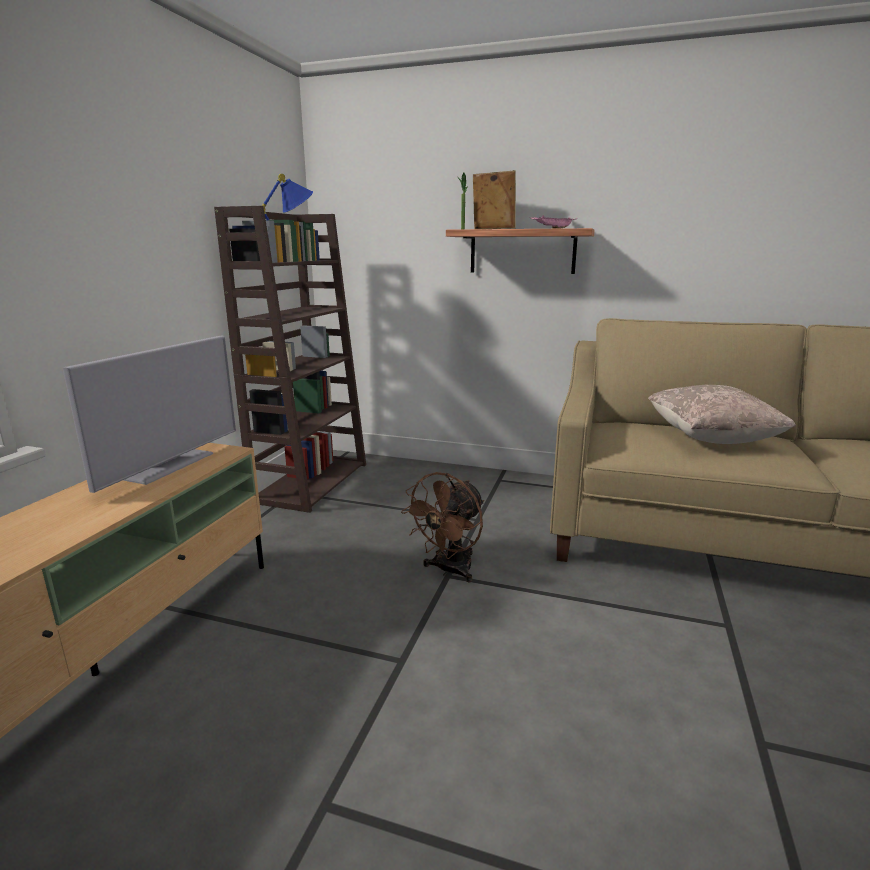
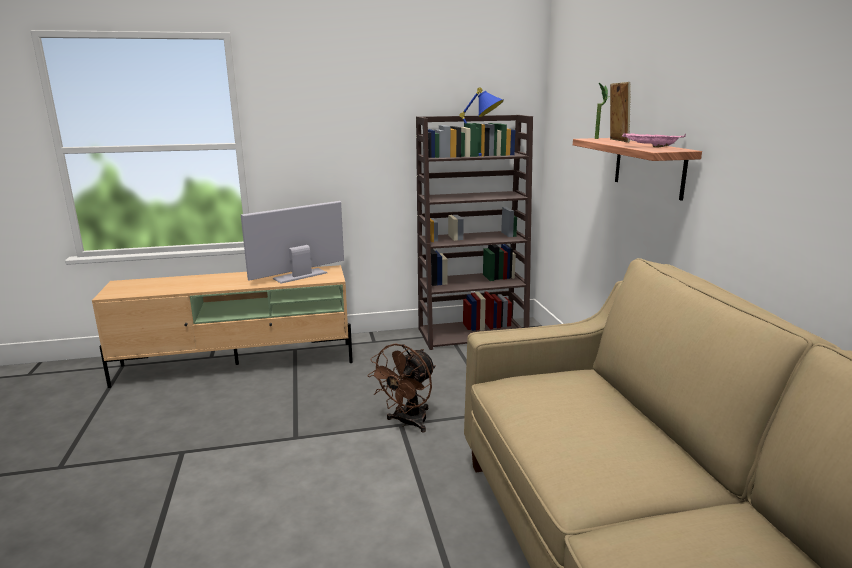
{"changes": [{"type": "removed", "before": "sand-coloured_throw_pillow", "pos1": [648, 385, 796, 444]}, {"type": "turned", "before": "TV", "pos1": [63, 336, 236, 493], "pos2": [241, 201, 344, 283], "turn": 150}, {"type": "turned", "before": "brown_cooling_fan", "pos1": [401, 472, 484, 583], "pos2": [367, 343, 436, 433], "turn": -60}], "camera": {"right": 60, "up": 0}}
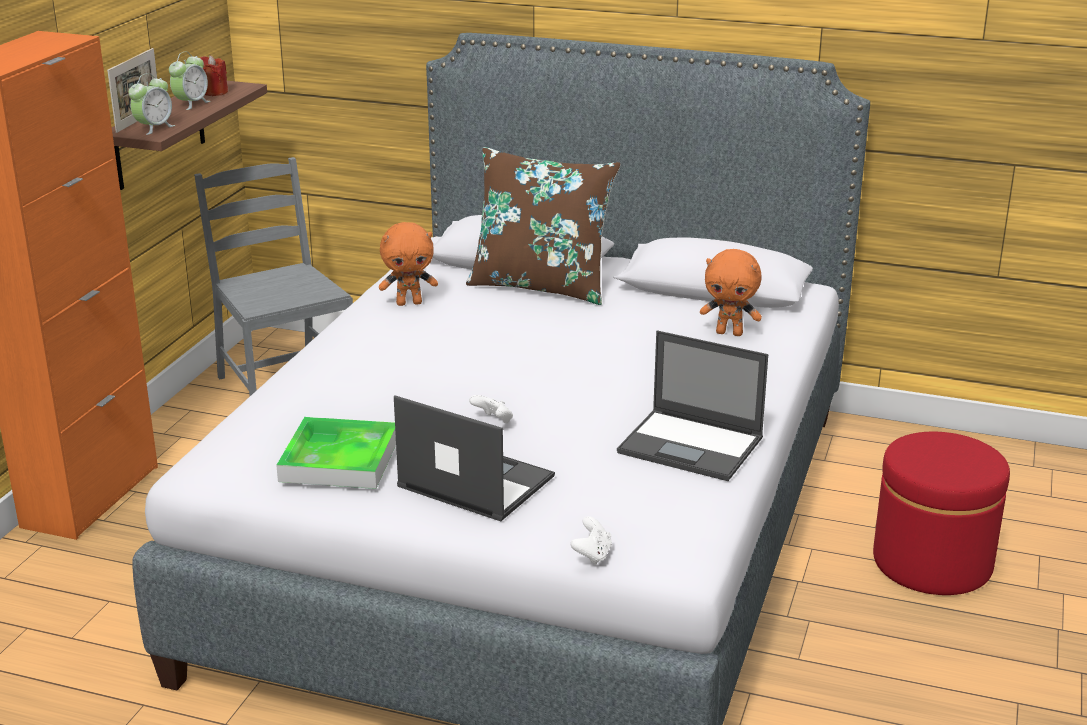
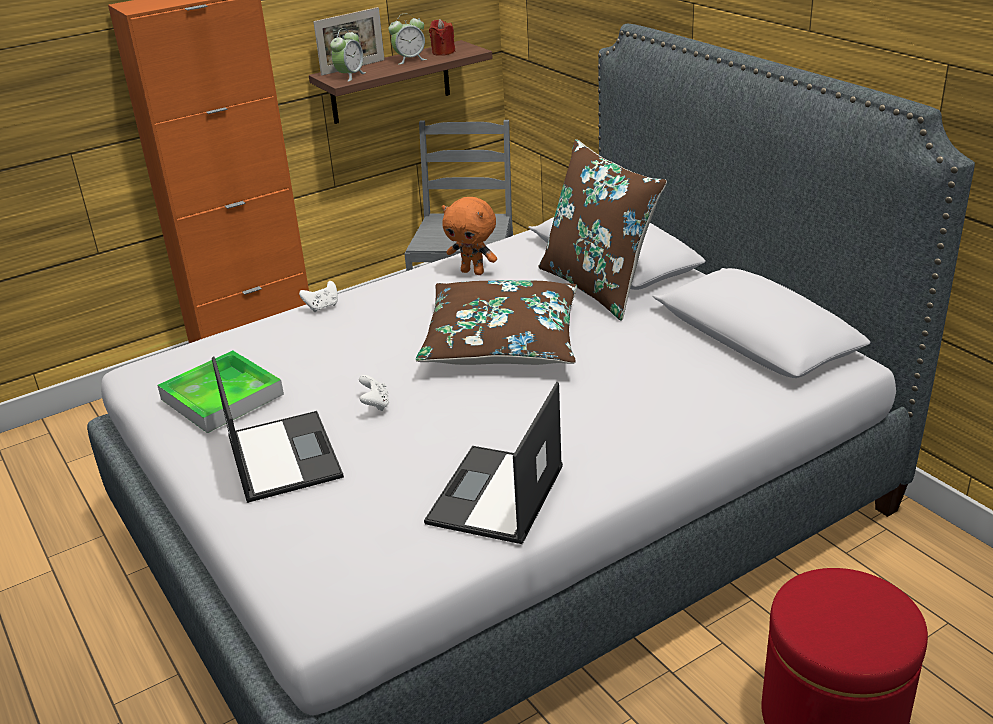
{"changes": [{"type": "removed", "before": "orangey_soft_toy", "pos1": [700, 249, 762, 336]}, {"type": "added", "after": "brown_throw_pillow", "pos2": [416, 280, 578, 365]}, {"type": "moved", "before": "whitish_game_controller", "pos1": [570, 516, 612, 565], "pos2": [299, 281, 338, 312]}, {"type": "turned", "before": "table_clock", "pos1": [128, 73, 175, 135], "pos2": [330, 28, 366, 82], "turn": -45}, {"type": "turned", "before": "portable_computer", "pos1": [617, 331, 768, 481], "pos2": [424, 382, 563, 544], "turn": 45}], "camera": {"right": 40, "up": 5}}
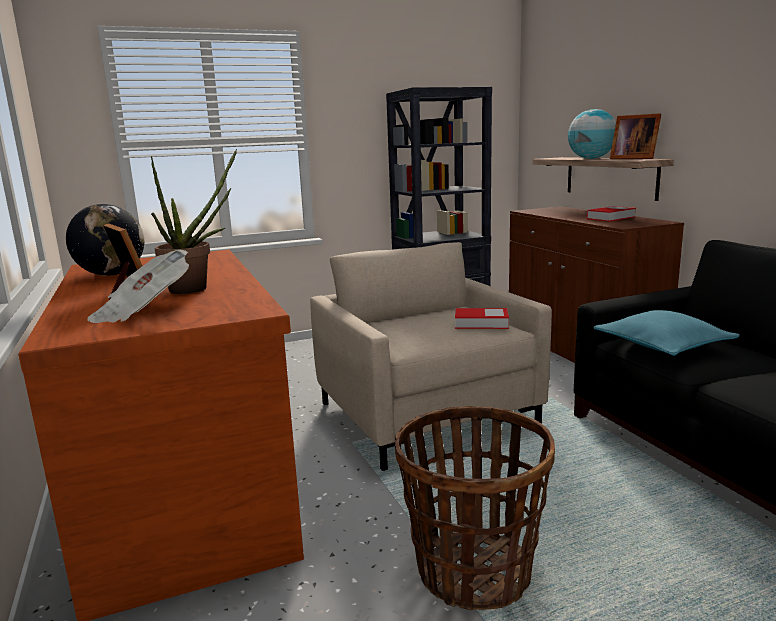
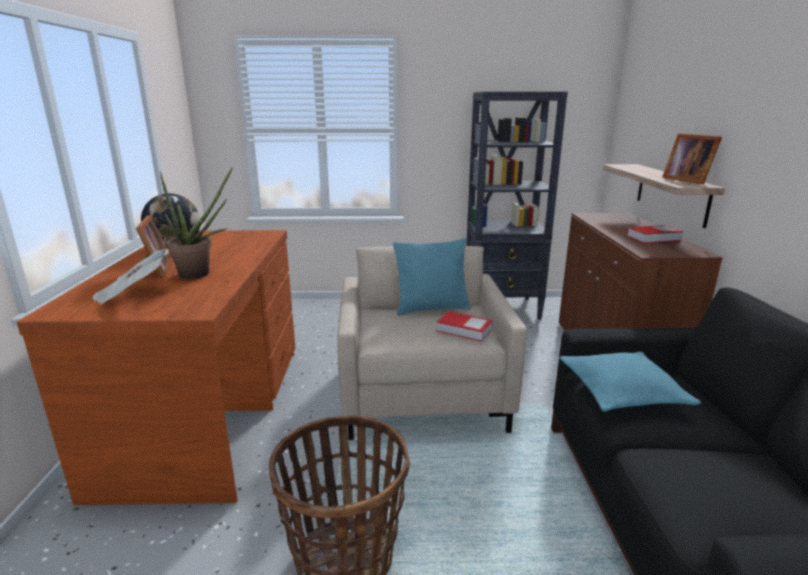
{"changes": [{"type": "removed", "before": "globe", "pos1": [568, 109, 616, 159]}, {"type": "added", "after": "turquoise_throw_pillow", "pos2": [393, 238, 471, 315]}], "camera": {"right": 20, "up": 5}}
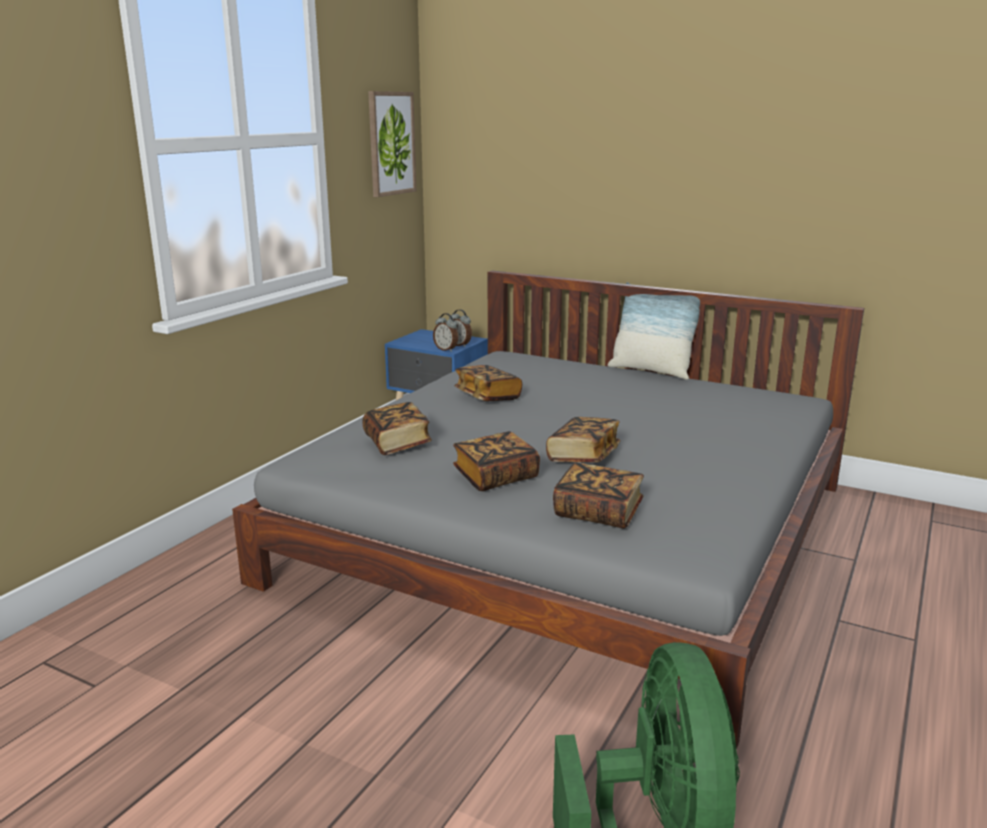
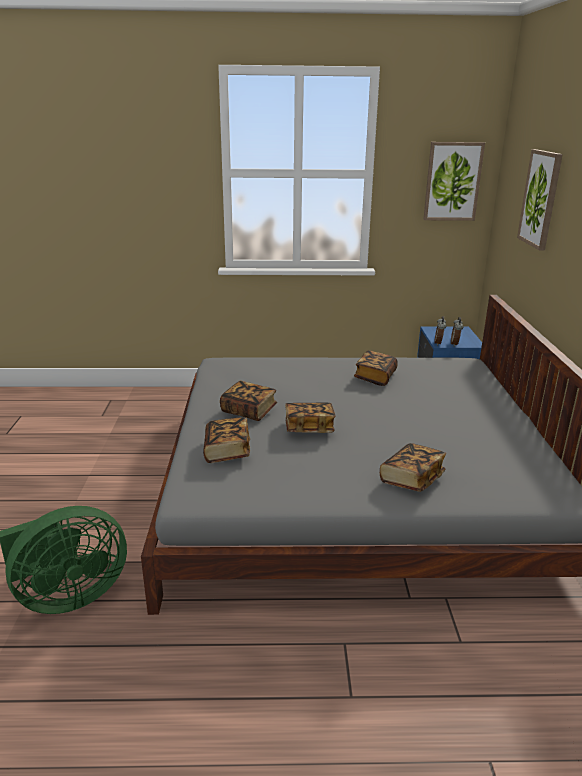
{"changes": [{"type": "removed", "before": "throw_pillow", "pos1": [608, 282, 700, 380]}, {"type": "added", "after": "wall_art", "pos2": [517, 149, 563, 251]}, {"type": "moved", "before": "volume", "pos1": [362, 402, 432, 455], "pos2": [380, 443, 446, 492]}], "camera": {"right": 60, "up": 5}}
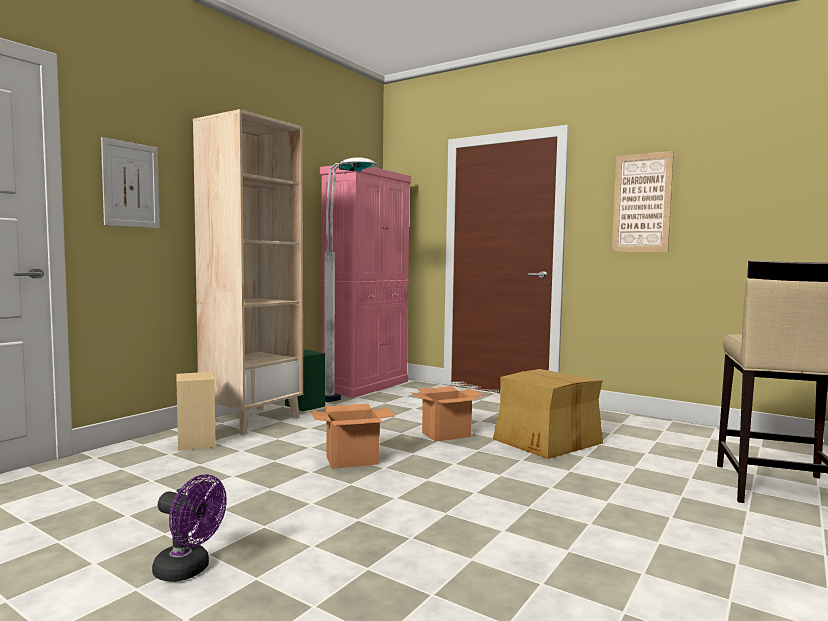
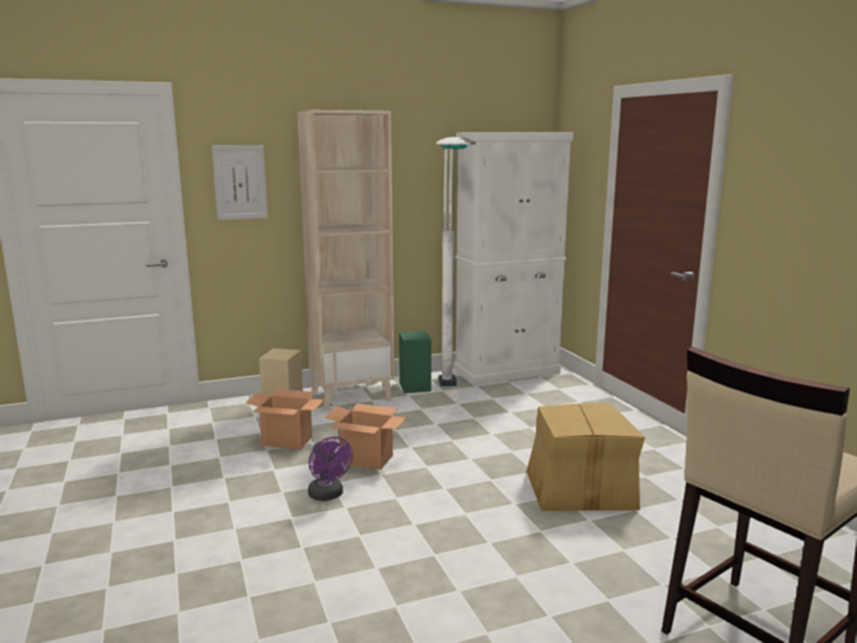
{"changes": [{"type": "removed", "before": "wall_art", "pos1": [612, 151, 674, 252]}, {"type": "moved", "before": "purplish_cooling_fan", "pos1": [152, 474, 227, 582], "pos2": [308, 437, 353, 501]}, {"type": "moved", "before": "packing_box", "pos1": [410, 386, 484, 442], "pos2": [245, 389, 324, 449]}, {"type": "recoloured", "before": "pinkish_storage_cabinet", "after": "whitish_storage_cabinet", "pos1": [320, 165, 411, 398], "pos2": [454, 132, 573, 385]}], "camera": {"right": 35, "up": 10}}
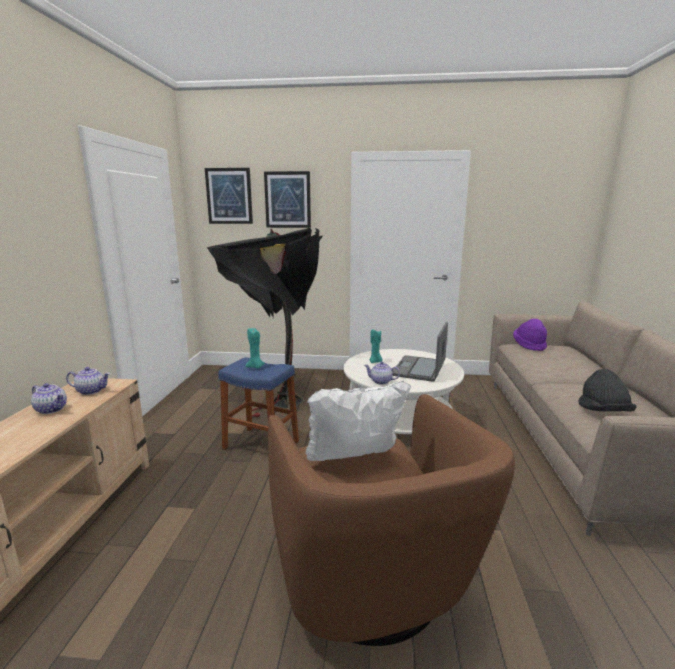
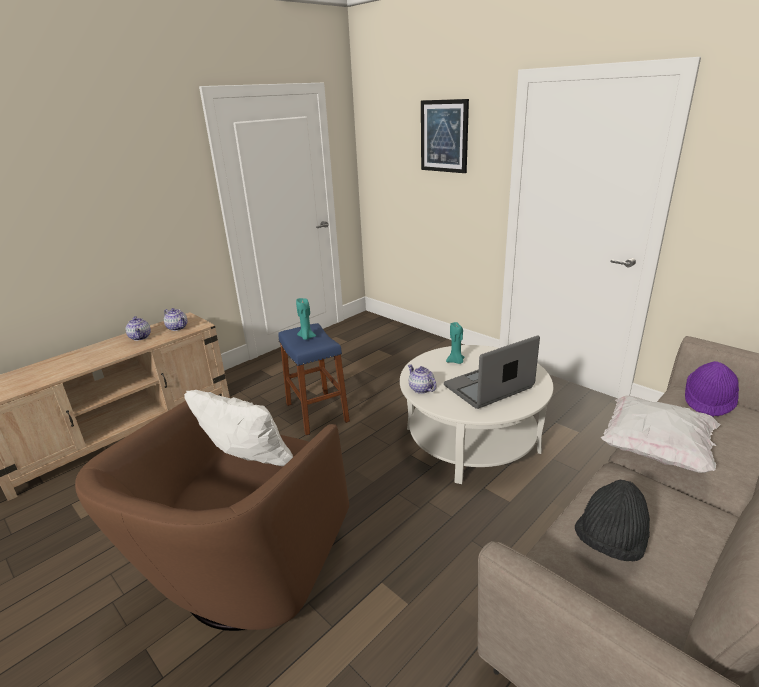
{"changes": [{"type": "removed", "before": "wall_art", "pos1": [205, 168, 253, 224]}, {"type": "removed", "before": "black-coloured_standard_lamp", "pos1": [207, 228, 323, 417]}, {"type": "added", "after": "whitish_throw_pillow", "pos2": [601, 395, 721, 473]}], "camera": {"right": 40, "up": 10}}
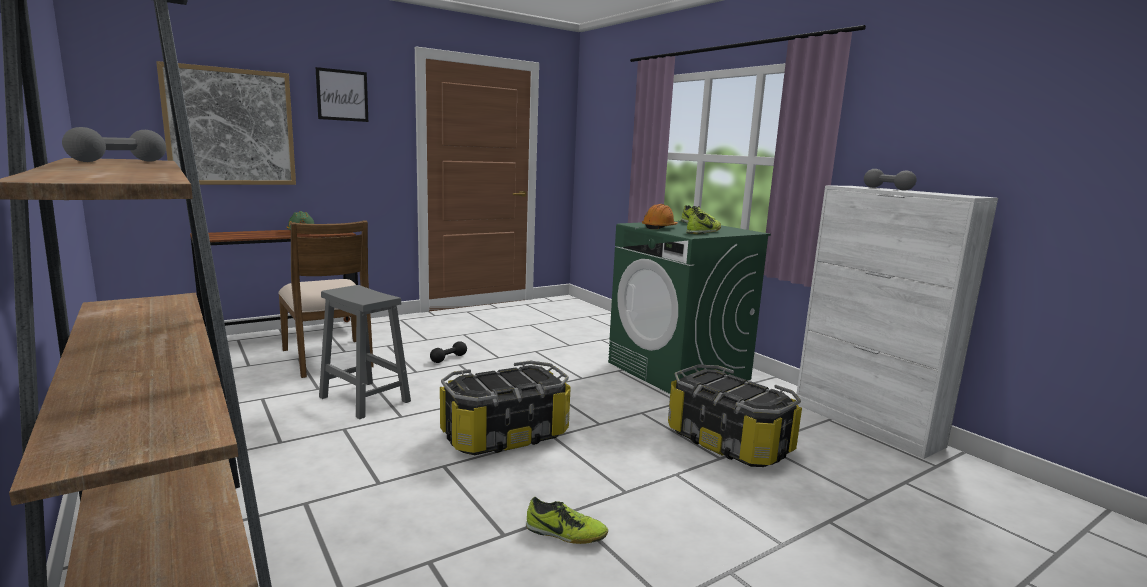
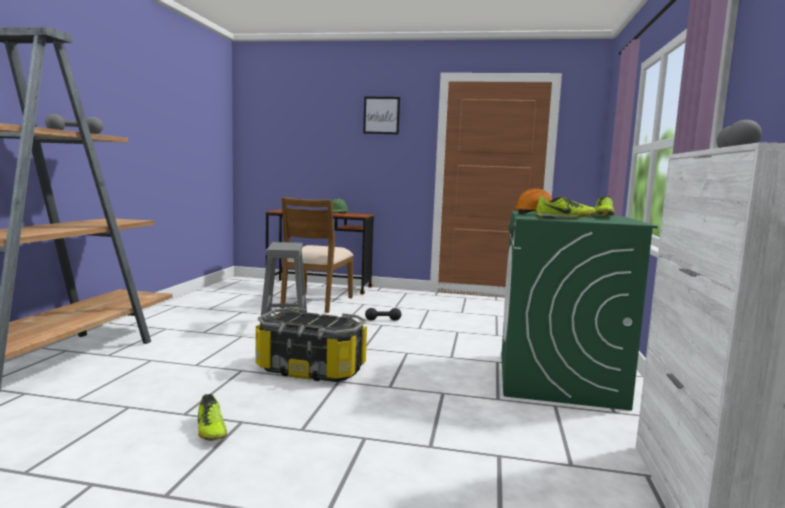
{"changes": [{"type": "removed", "before": "wall_art", "pos1": [156, 61, 296, 185]}, {"type": "removed", "before": "storage_container", "pos1": [668, 364, 802, 467]}], "camera": {"right": 45, "up": -5}}
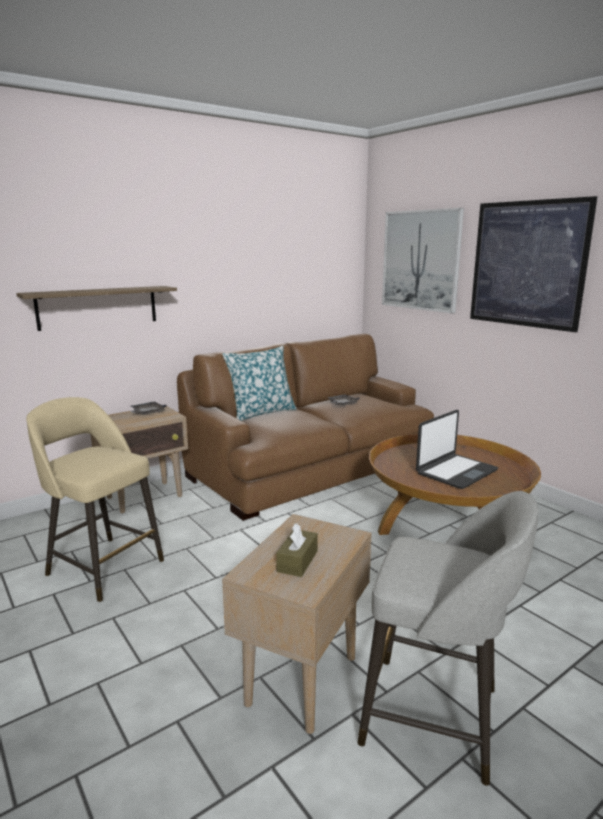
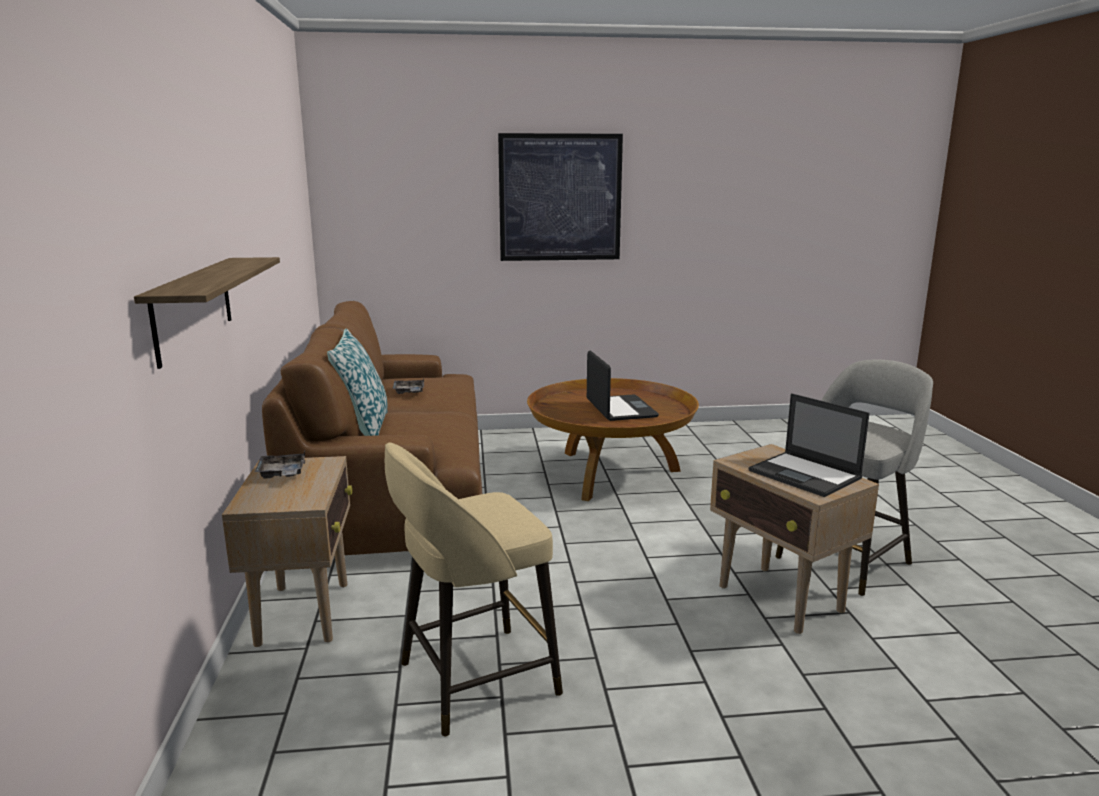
{"changes": [{"type": "removed", "before": "wall_art", "pos1": [382, 208, 464, 314]}, {"type": "replaced", "before": "brown_box_of_tissues", "after": "portable_computer", "pos1": [276, 523, 318, 577], "pos2": [749, 393, 870, 497]}], "camera": {"right": -60, "up": 0}}
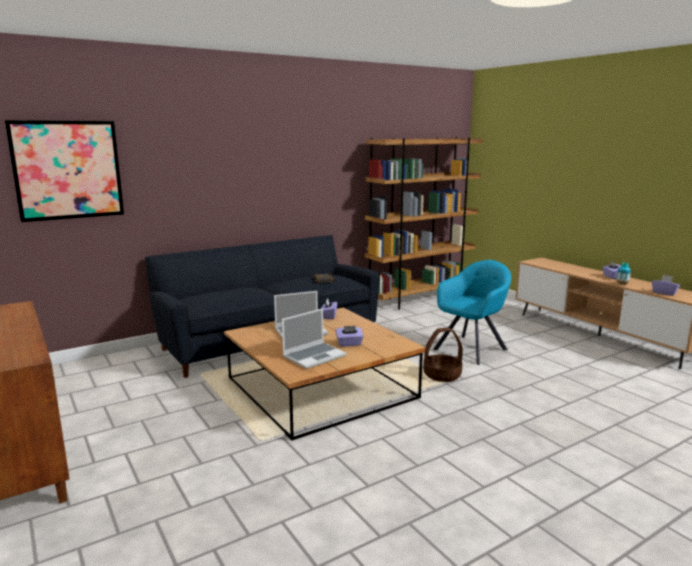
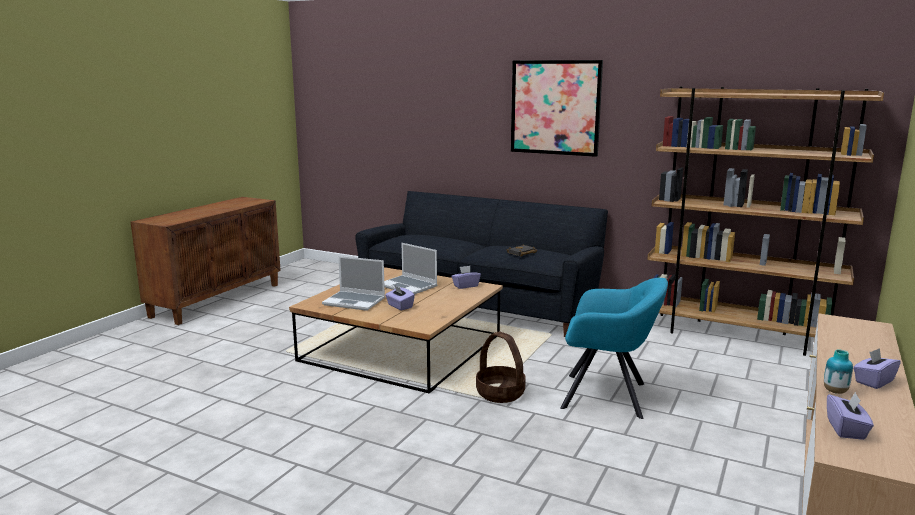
{"changes": [{"type": "moved", "before": "wall_art", "pos1": [5, 120, 124, 222], "pos2": [511, 60, 603, 157]}], "camera": {"right": 60, "up": 0}}
